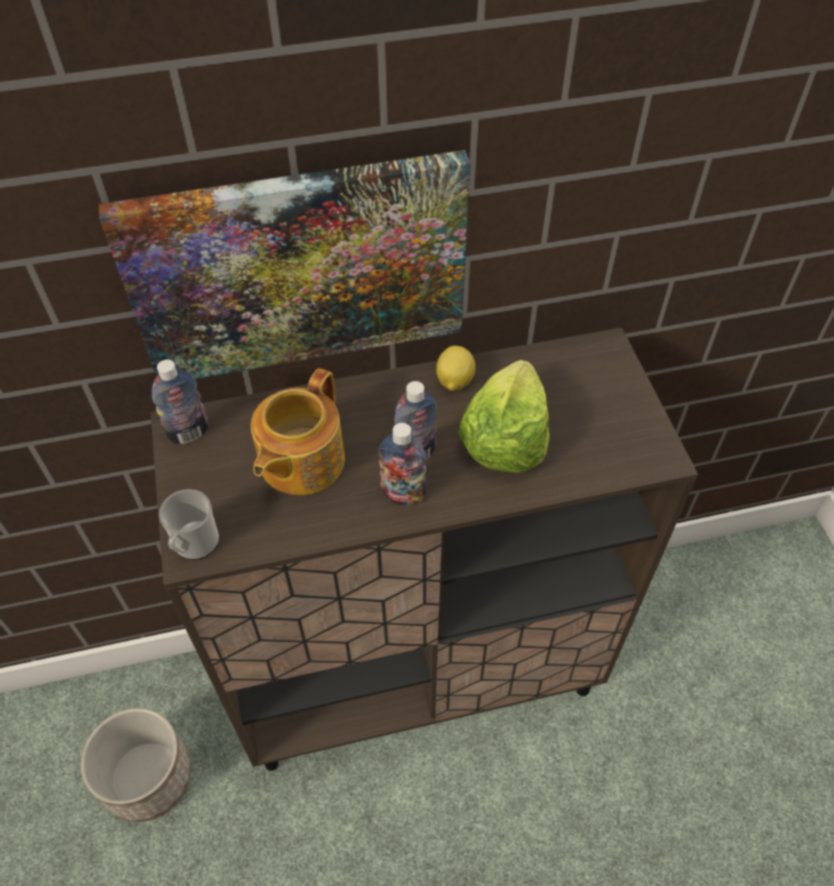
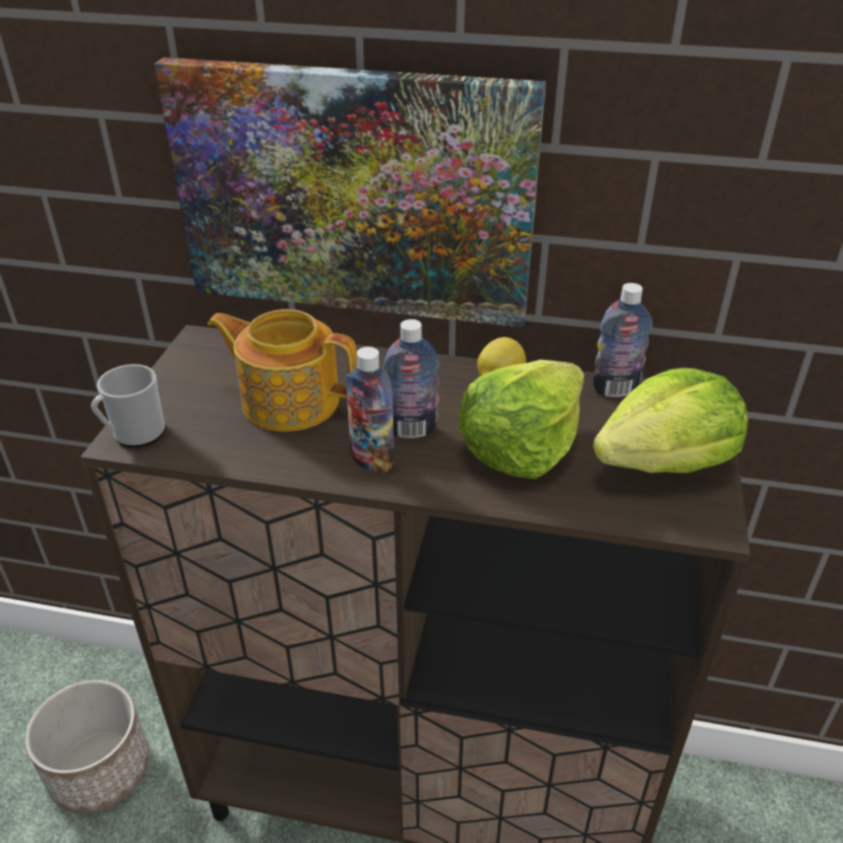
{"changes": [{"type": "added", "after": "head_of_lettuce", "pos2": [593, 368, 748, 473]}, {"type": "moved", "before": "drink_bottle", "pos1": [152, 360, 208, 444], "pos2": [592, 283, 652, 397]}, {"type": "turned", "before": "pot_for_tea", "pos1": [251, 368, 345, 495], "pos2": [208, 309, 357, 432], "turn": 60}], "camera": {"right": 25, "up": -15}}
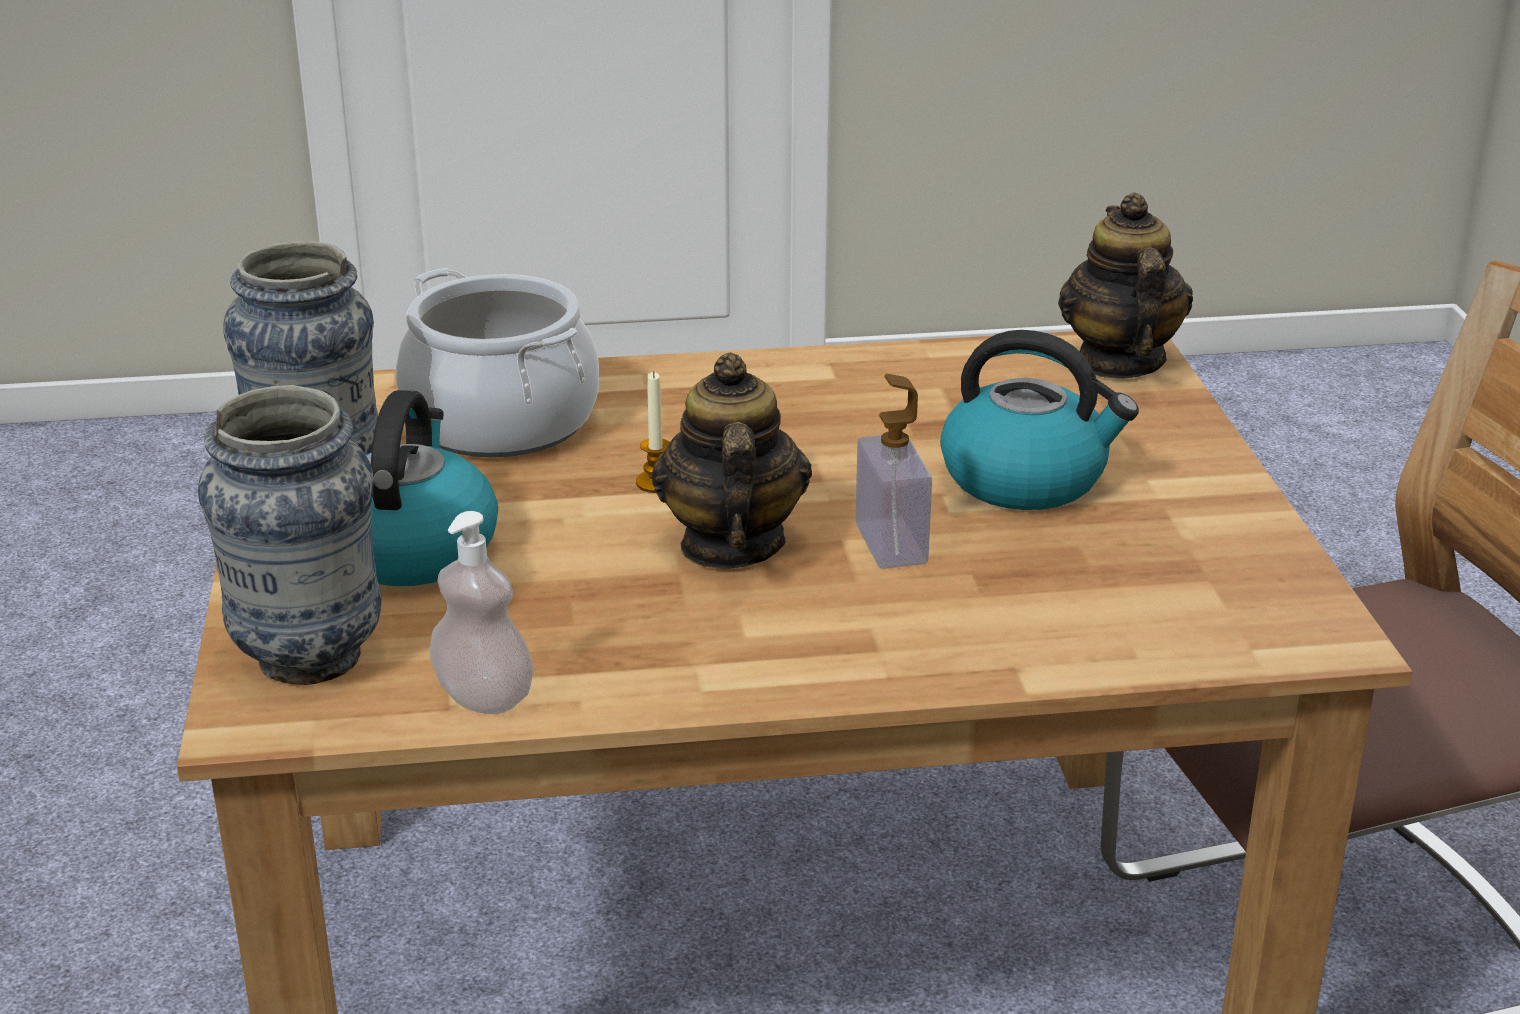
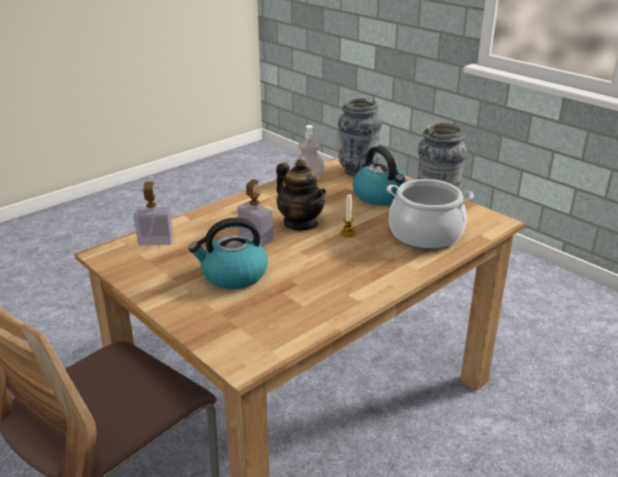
{"changes": [{"type": "removed", "before": "pot_for_tea", "pos1": [1058, 192, 1193, 379]}, {"type": "added", "after": "soap_bottle", "pos2": [134, 182, 173, 246]}], "camera": {"right": 145, "up": 0}}
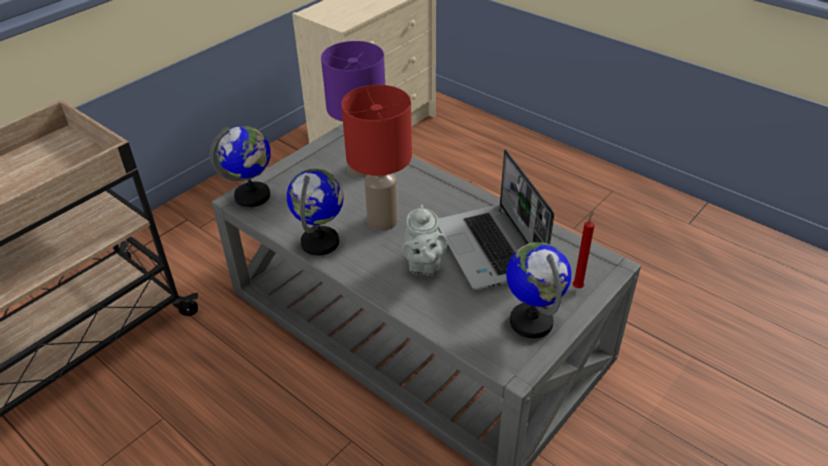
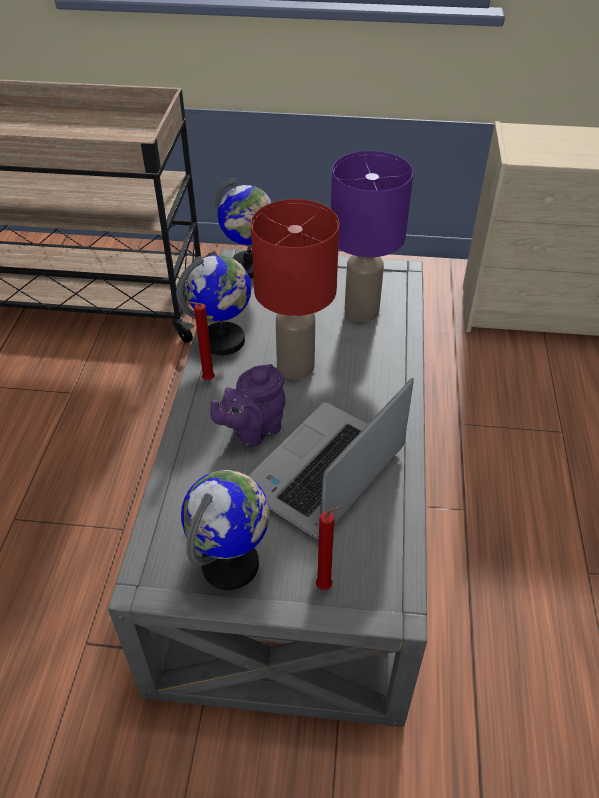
{"changes": [{"type": "added", "after": "reddish_wax_light", "pos2": [189, 302, 215, 380]}, {"type": "recoloured", "before": "greyish_pot_for_tea", "after": "purplish_pot_for_tea", "pos1": [402, 205, 447, 276], "pos2": [210, 364, 285, 447]}], "camera": {"right": 55, "up": 5}}
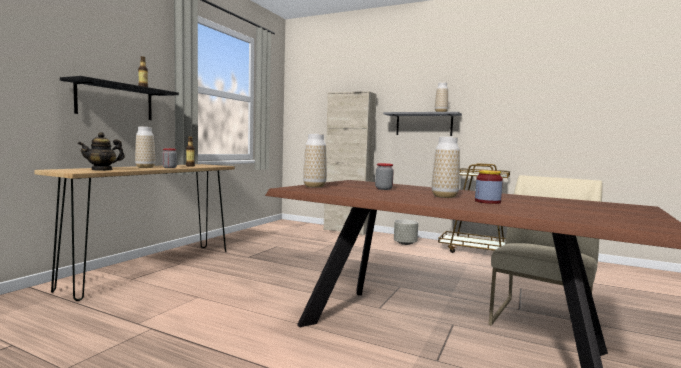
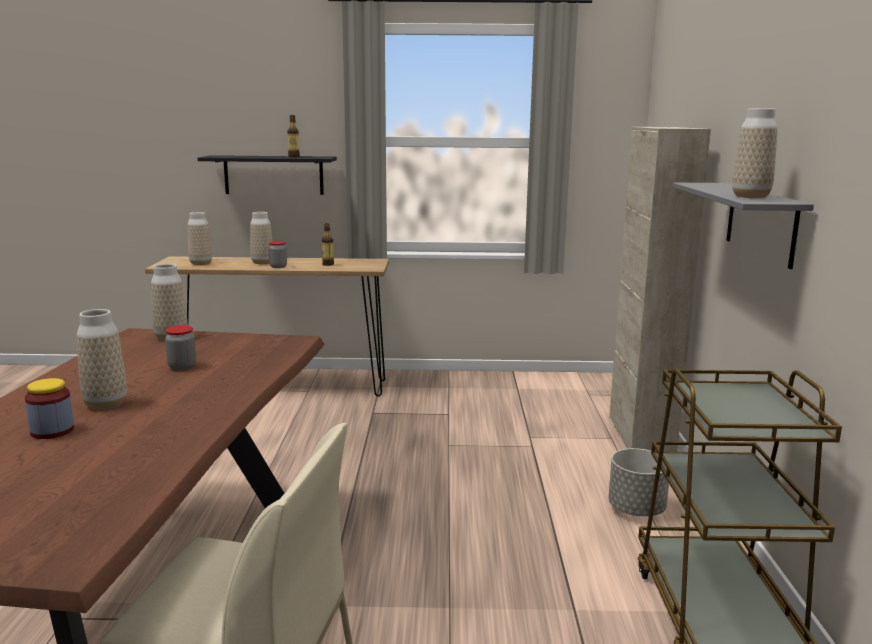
{"changes": [{"type": "replaced", "before": "pot_for_tea", "after": "vase", "pos1": [78, 132, 125, 171], "pos2": [187, 212, 212, 265]}], "camera": {"right": 65, "up": 10}}
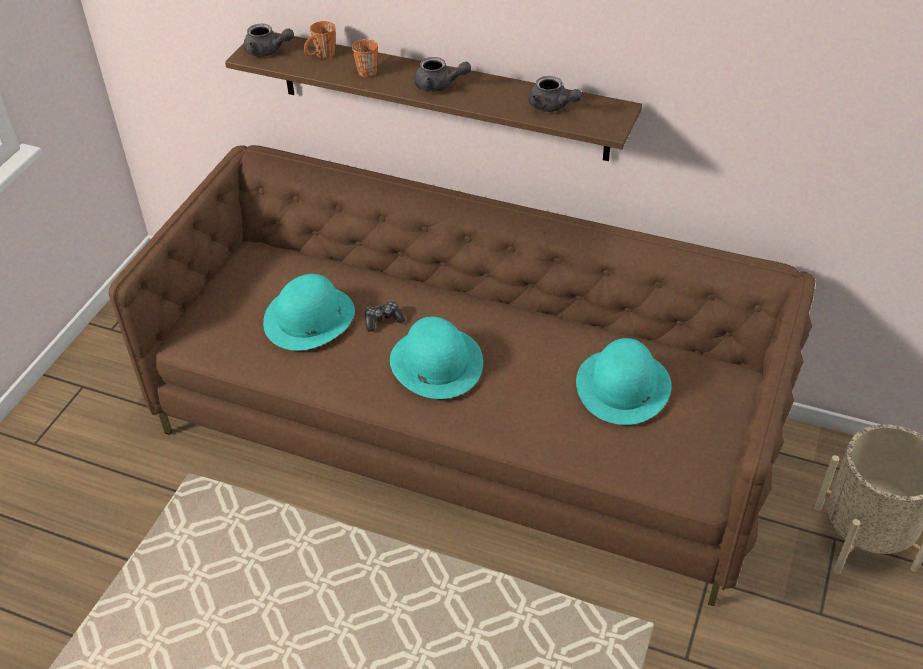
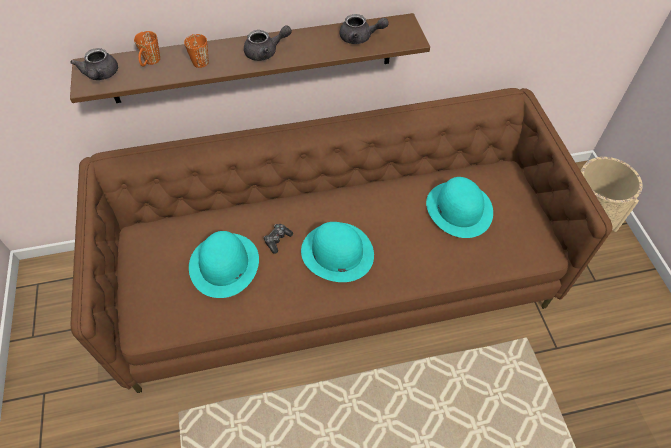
{"changes": [{"type": "turned", "before": "greyish_pot_for_tea", "pos1": [243, 24, 294, 57], "pos2": [70, 48, 118, 80], "turn": 90}], "camera": {"right": -35, "up": 10}}
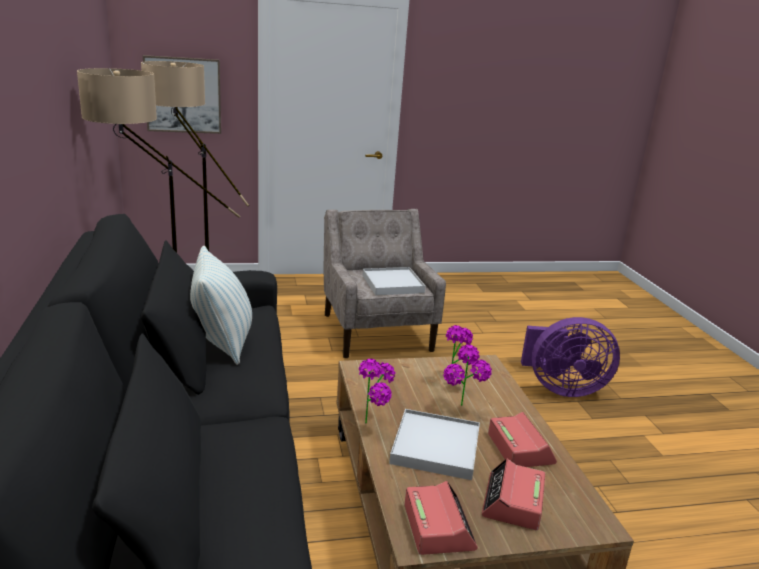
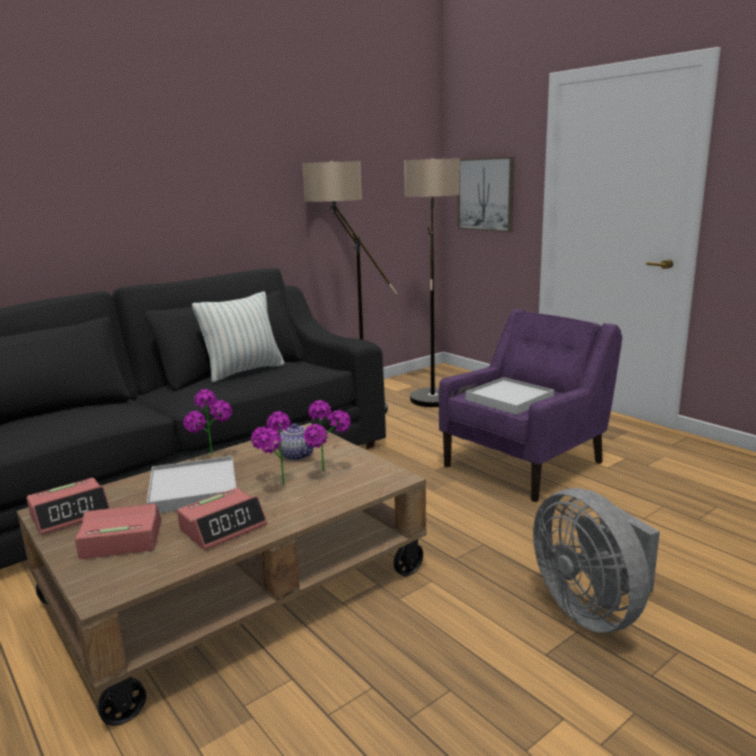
{"changes": [{"type": "added", "after": "pot_for_tea", "pos2": [276, 423, 316, 461]}, {"type": "recoloured", "before": "sand-coloured_lounge_chair", "after": "purplish_lounge_chair", "pos1": [324, 209, 446, 358], "pos2": [439, 309, 622, 502]}, {"type": "recoloured", "before": "purplish_cooling_fan", "after": "greyish_cooling_fan", "pos1": [521, 317, 620, 397], "pos2": [533, 488, 660, 633]}], "camera": {"right": 65, "up": -5}}
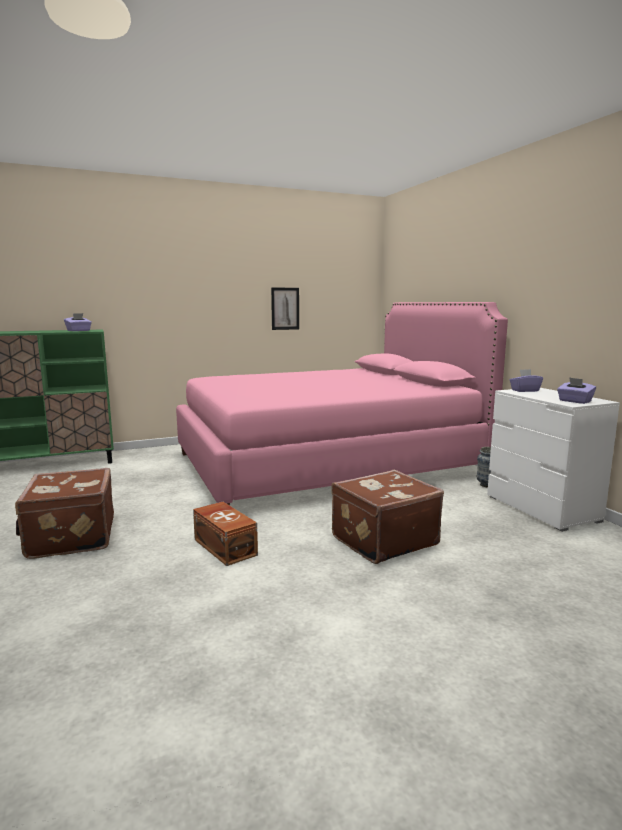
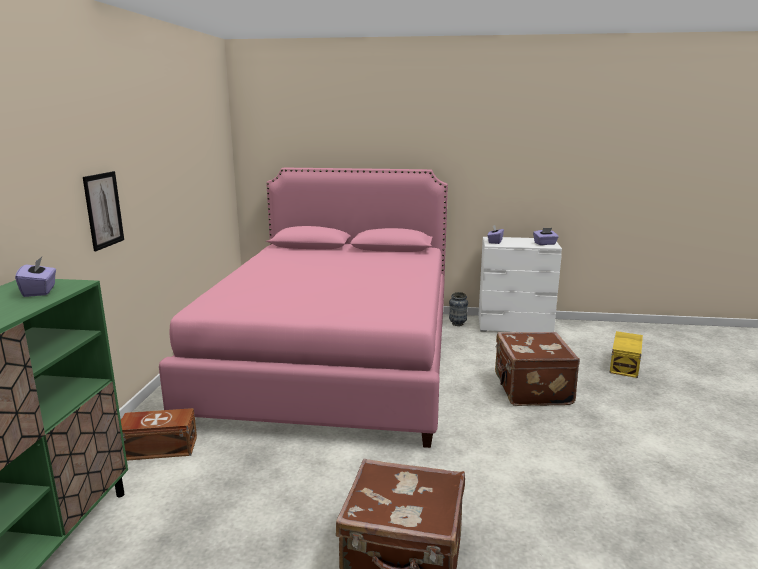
{"changes": [{"type": "added", "after": "yellow_storage_container", "pos2": [609, 331, 643, 378]}, {"type": "moved", "before": "brown_storage_container", "pos1": [193, 502, 258, 566], "pos2": [121, 408, 197, 461]}, {"type": "moved", "before": "wall_art", "pos1": [271, 287, 299, 330], "pos2": [83, 171, 124, 251]}], "camera": {"right": -60, "up": 5}}
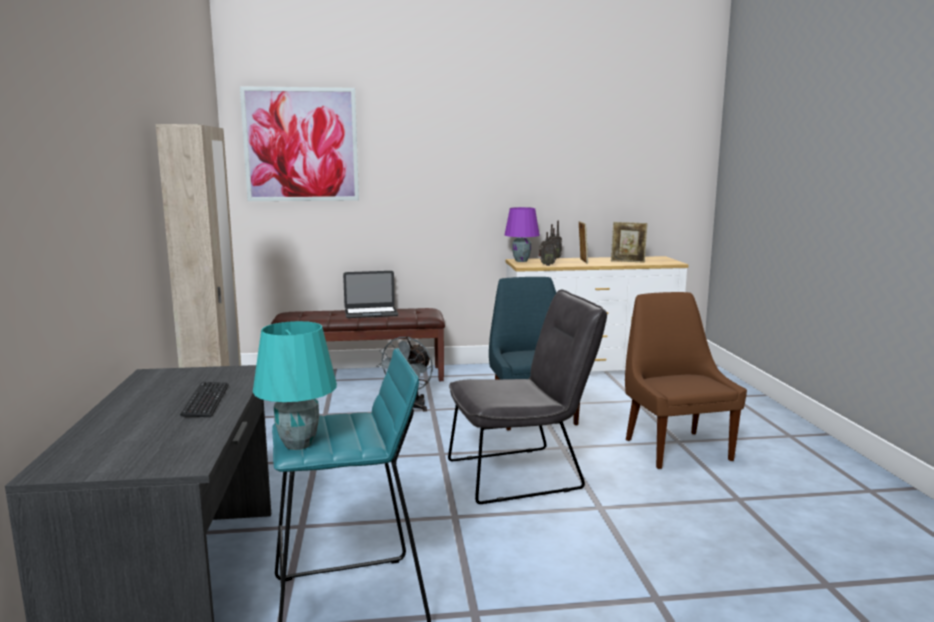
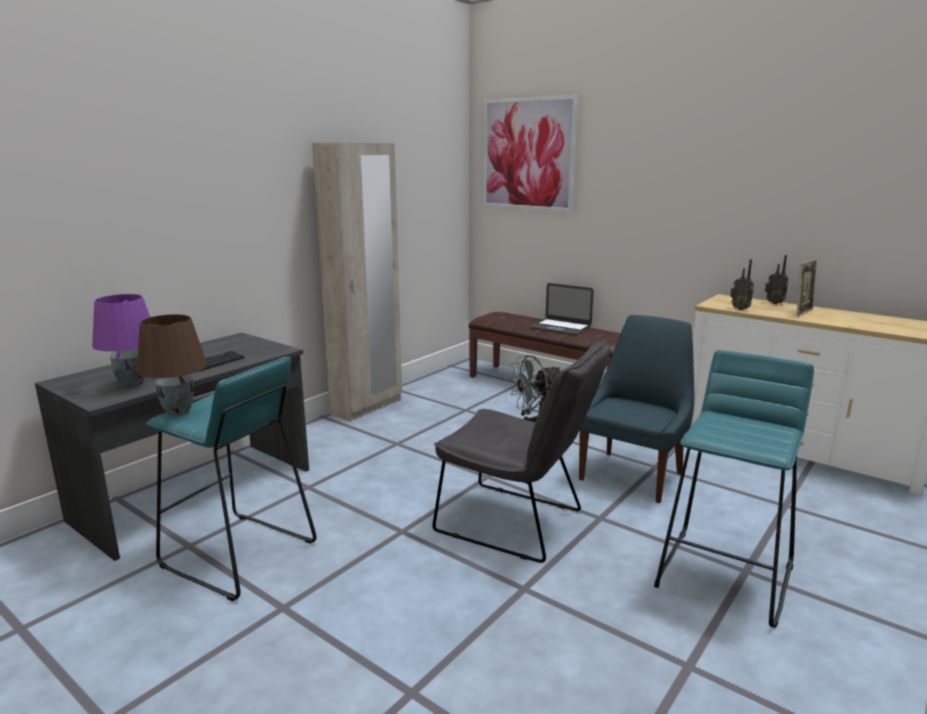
{"changes": [{"type": "removed", "before": "standing_frame", "pos1": [611, 222, 648, 263]}, {"type": "moved", "before": "purplish_lamp_for_a_table", "pos1": [505, 207, 540, 262], "pos2": [92, 294, 150, 387]}, {"type": "replaced", "before": "brown_plain_chair", "after": "turquoise_stool", "pos1": [625, 292, 747, 469], "pos2": [654, 350, 814, 628]}, {"type": "recoloured", "before": "turquoise_lamp_for_a_table", "after": "brown_lamp_for_a_table", "pos1": [253, 321, 337, 450], "pos2": [137, 314, 207, 416]}], "camera": {"right": 45, "up": 5}}
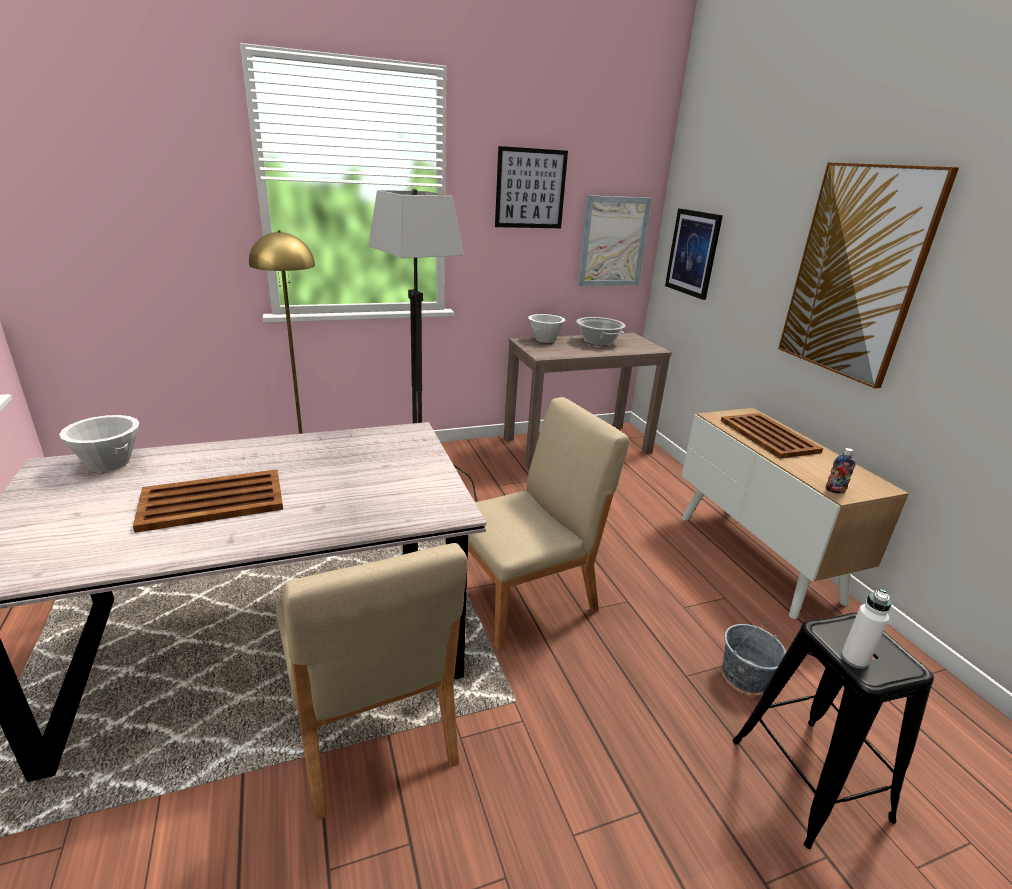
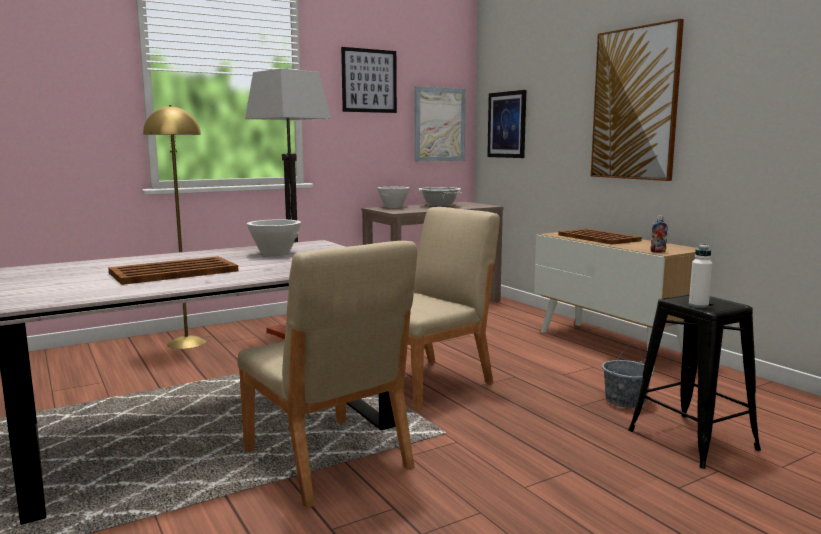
{"changes": [{"type": "moved", "before": "whitish_deep_dish", "pos1": [59, 415, 140, 471], "pos2": [247, 219, 301, 256]}], "camera": {"right": -10, "up": -15}}
